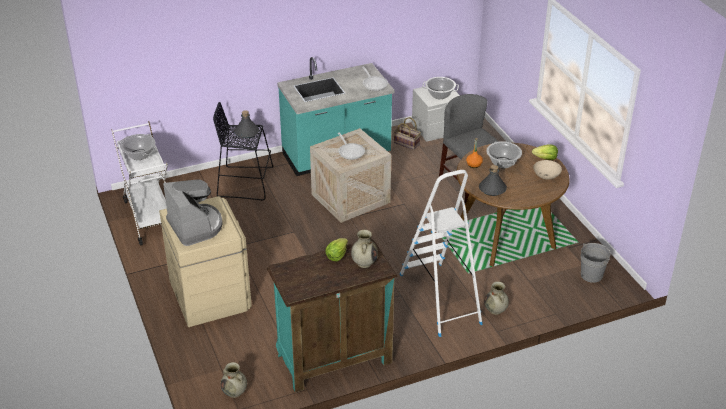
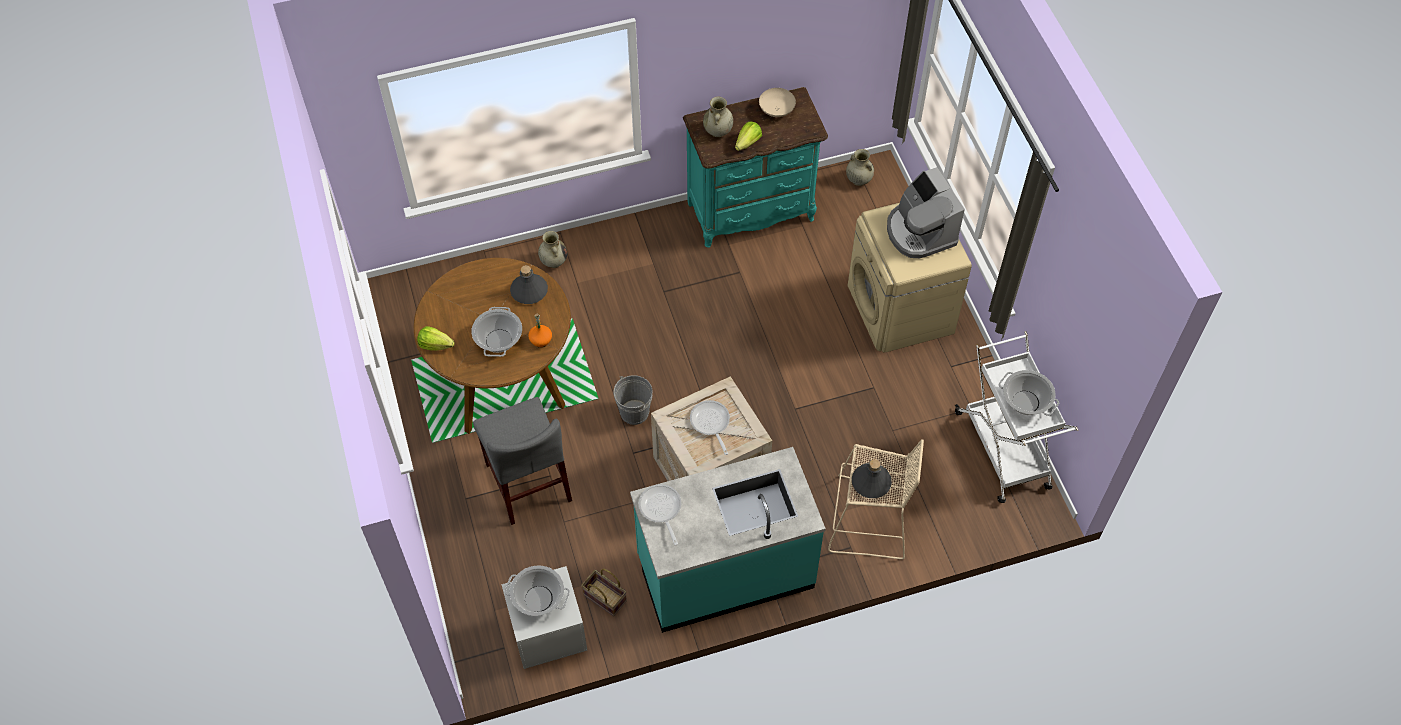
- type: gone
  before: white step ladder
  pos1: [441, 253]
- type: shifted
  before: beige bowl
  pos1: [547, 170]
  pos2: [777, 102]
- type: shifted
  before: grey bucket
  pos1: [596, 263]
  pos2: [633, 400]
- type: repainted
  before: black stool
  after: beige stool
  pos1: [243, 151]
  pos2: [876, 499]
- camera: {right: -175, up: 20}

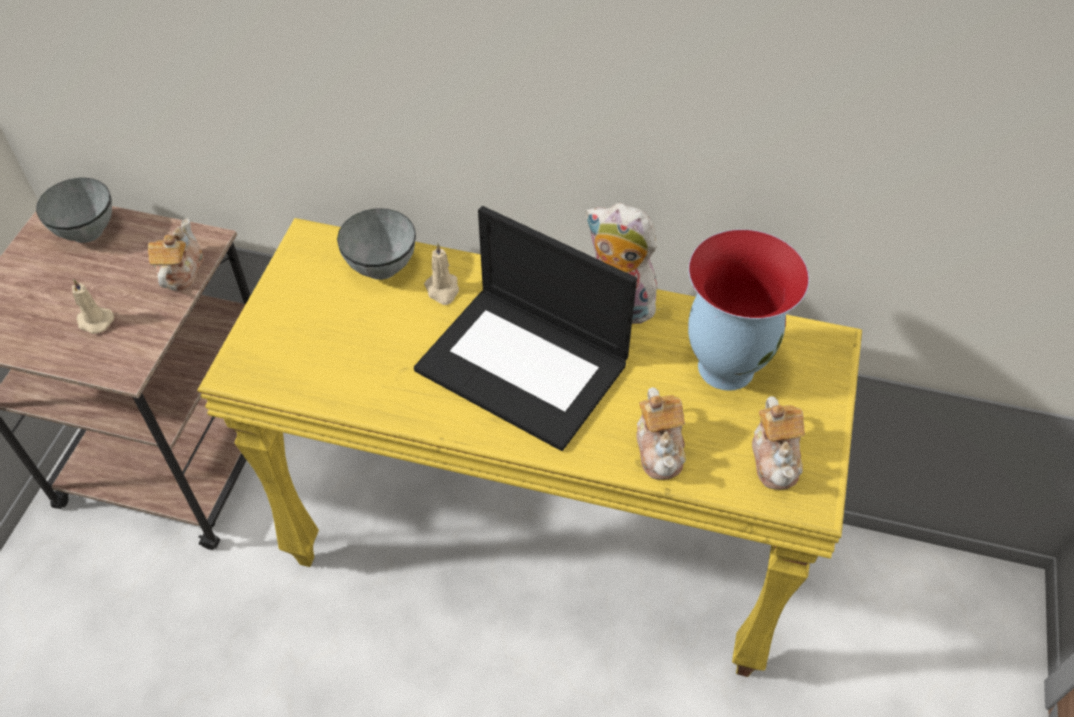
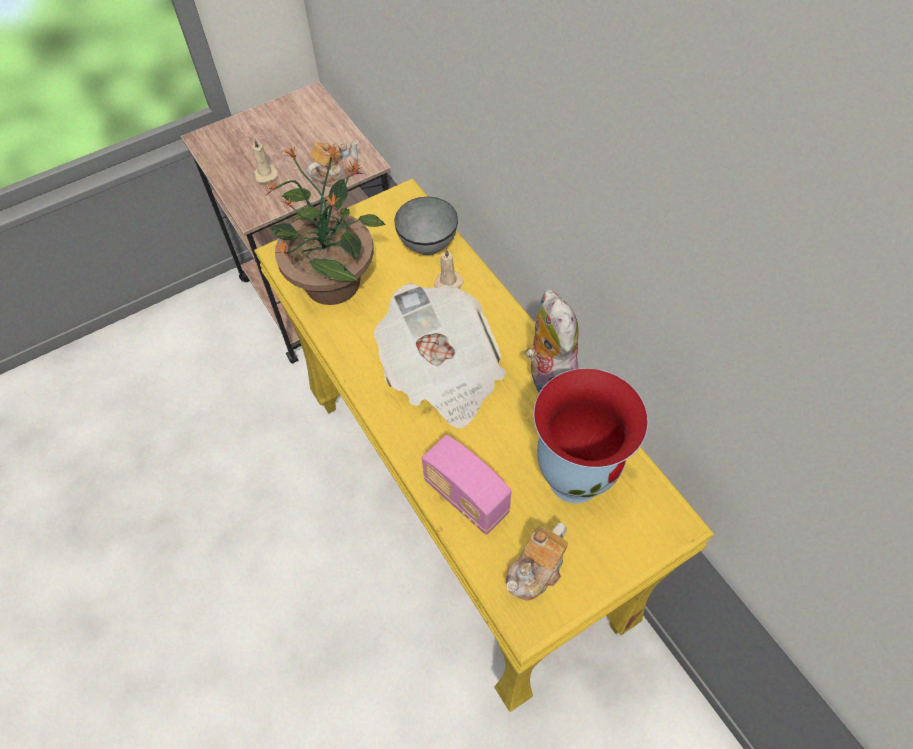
- type: gone
  before: grey bowl
  pos1: [74, 210]
- type: new
  after: potted plant
  pos2: [325, 225]
- type: swapped
  before: laptop
  after: newspaper
  pos1: [525, 328]
  pos2: [440, 355]
- type: swapped
  before: teapot
  after: radio
  pos1: [661, 433]
  pos2: [466, 485]
- camera: {right: 45, up: 5}

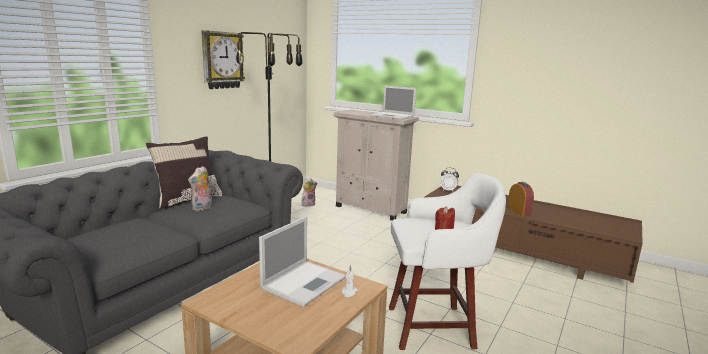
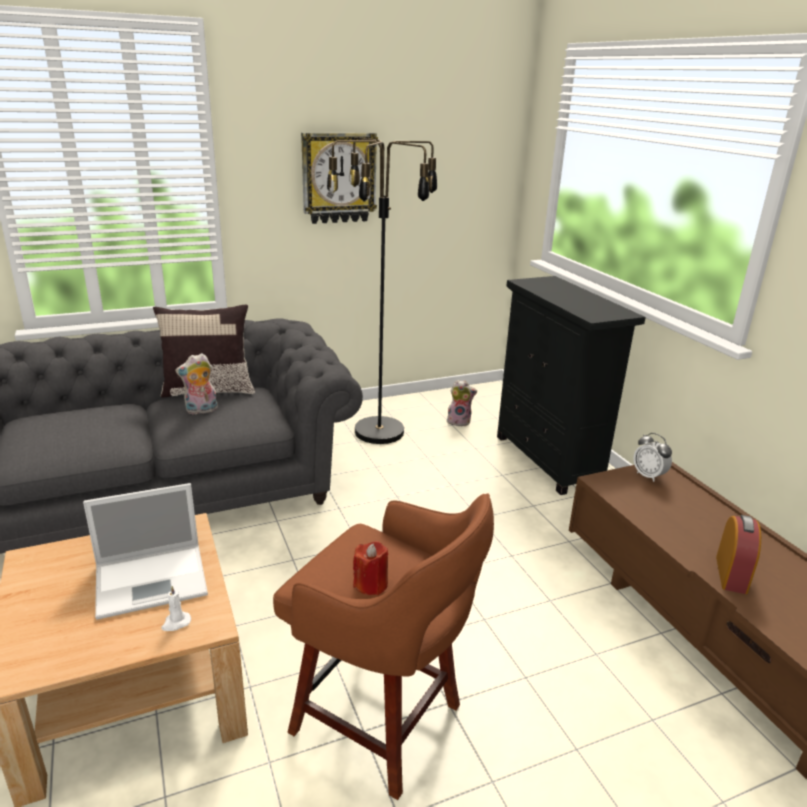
- type: gone
  before: laptop
  pos1: [393, 103]
- type: repainted
  before: beige cabinet
  after: black cabinet
  pos1: [376, 165]
  pos2: [571, 385]
- type: repainted
  before: white stool
  after: brown stool
  pos1: [447, 261]
  pos2: [383, 646]
- camera: {right: 35, up: 10}

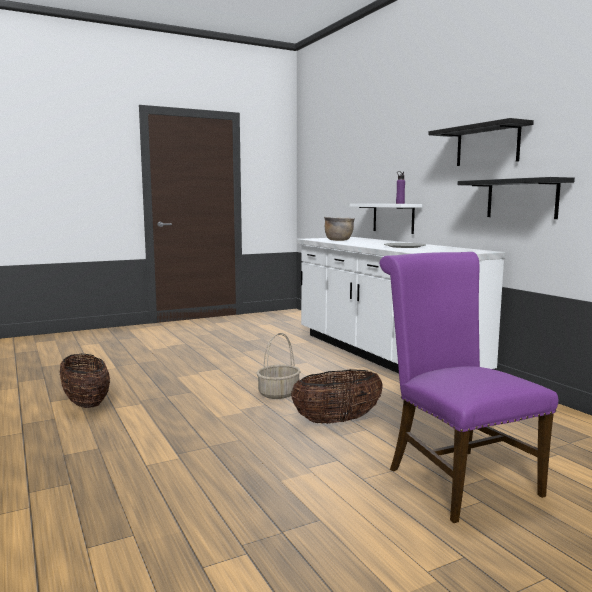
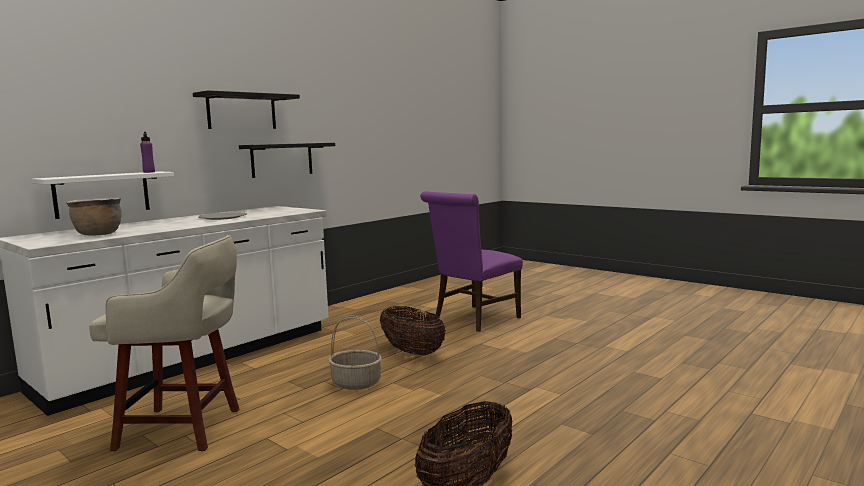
- type: new
  after: beige stool
  pos2: [164, 343]
- camera: {right: -110, up: 0}

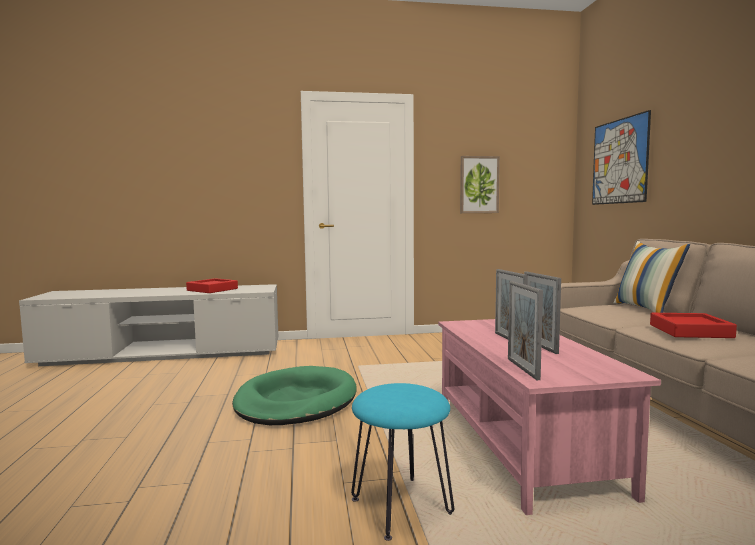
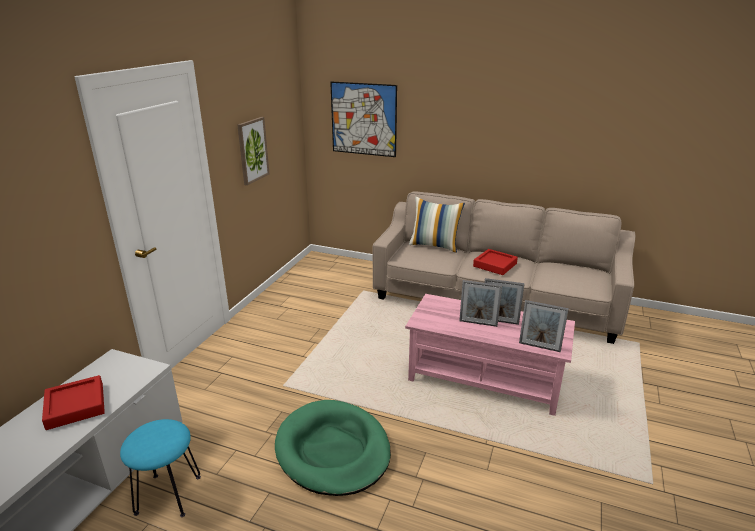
- type: shifted
  before: turquoise stool
  pos1: [402, 462]
  pos2: [160, 468]
- camera: {right: -60, up: 20}

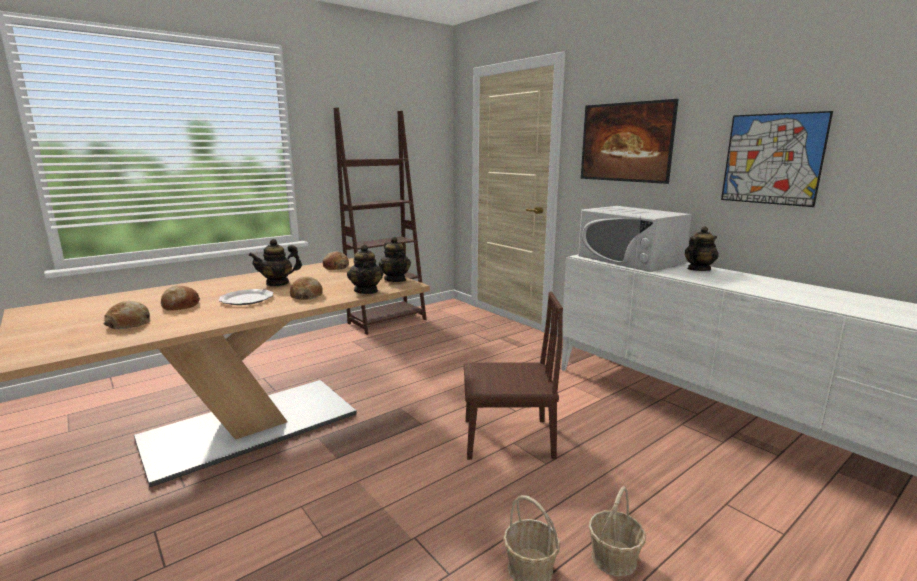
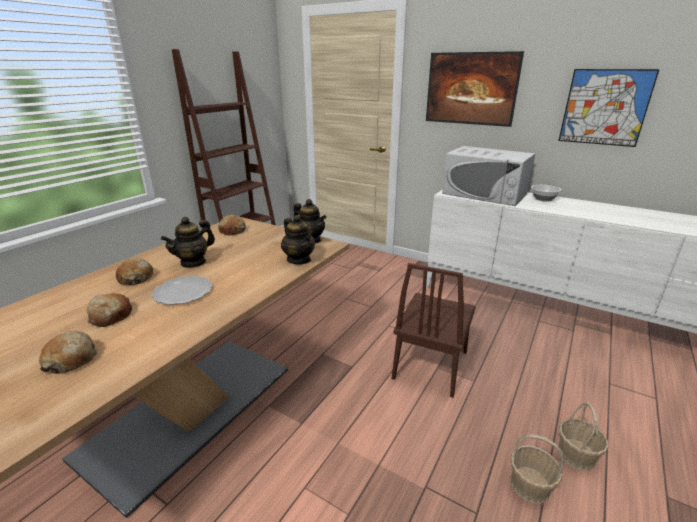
- type: shifted
  before: bread
  pos1: [306, 288]
  pos2: [134, 271]
- type: swapped
  before: teapot
  after: bowl
  pos1: [702, 248]
  pos2: [546, 193]
- type: rotated
  before: brown chair
  pos1: [513, 375]
  pos2: [434, 330]
  turn: 135
- camera: {right: -20, up: 10}

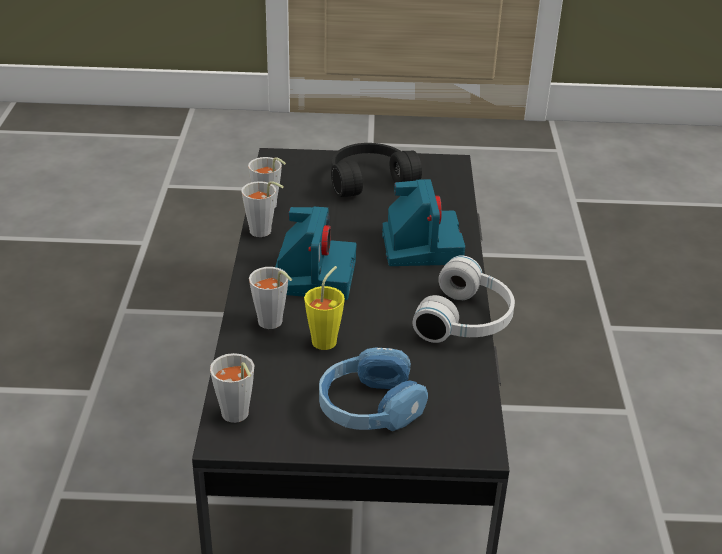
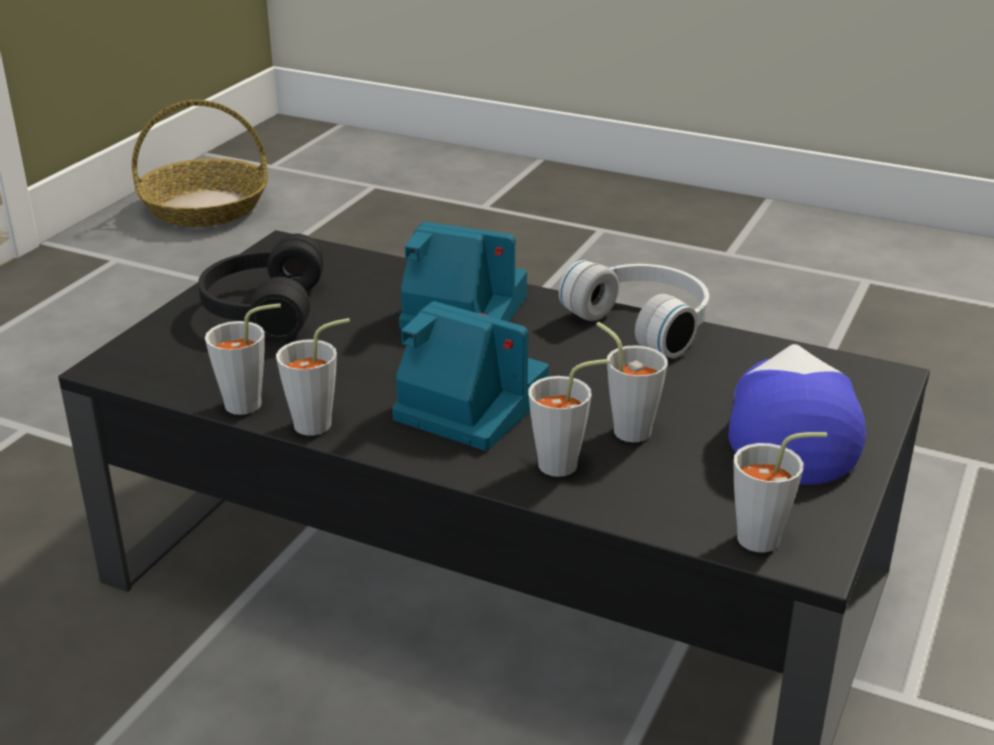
- type: new
  after: basket
  pos2: [200, 163]
- type: swapped
  before: blue headphones
  after: cap
  pos1: [373, 389]
  pos2: [797, 414]
- type: repainted
  before: yellow cup
  after: grey cup
  pos1: [324, 308]
  pos2: [632, 382]
- camera: {right: -65, up: -5}

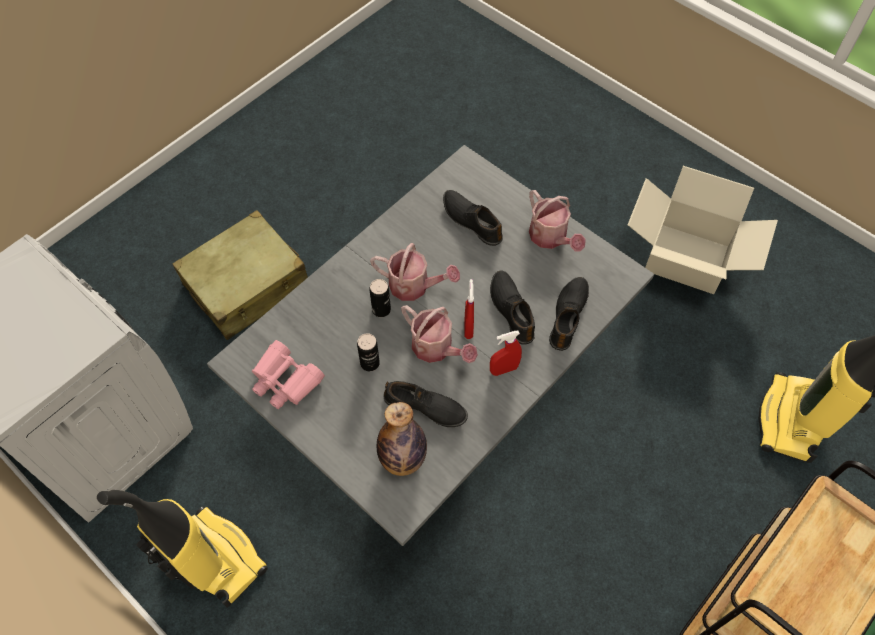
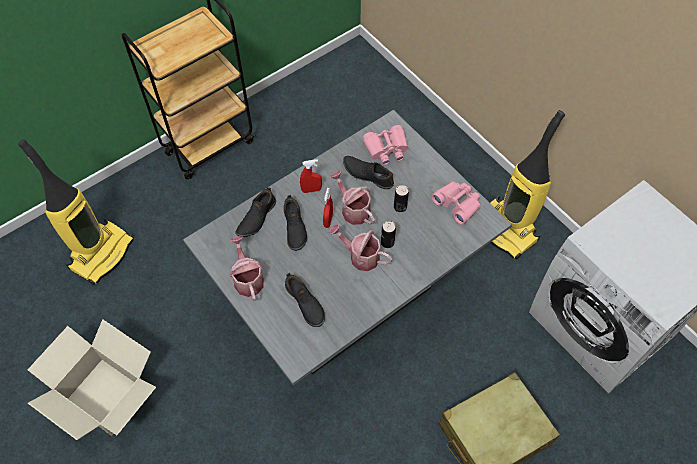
- type: swapped
  before: bottle
  after: pink binoculars
  pos1: [402, 439]
  pos2: [386, 145]
- camera: {right: -170, up: 0}

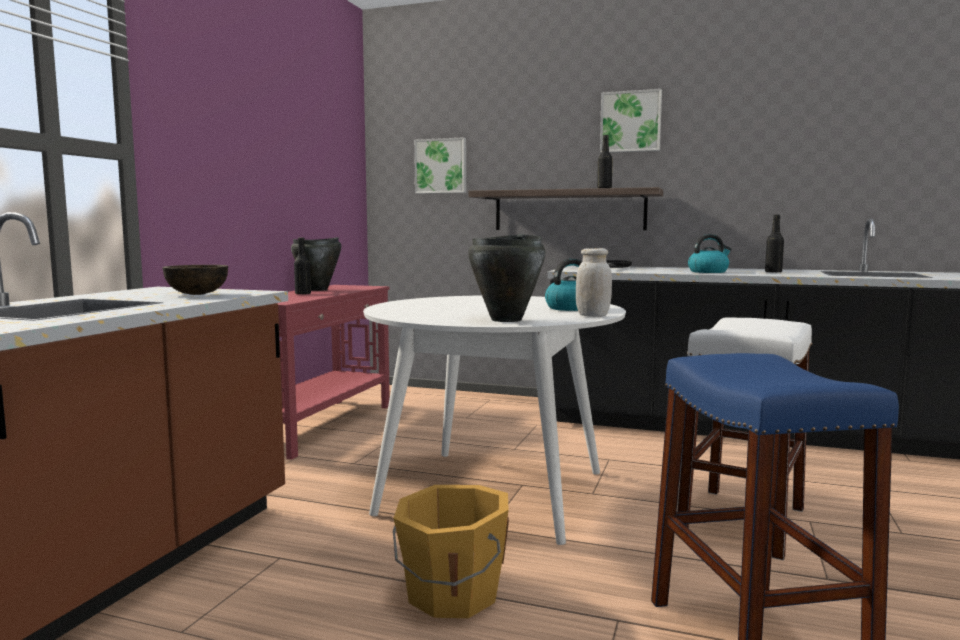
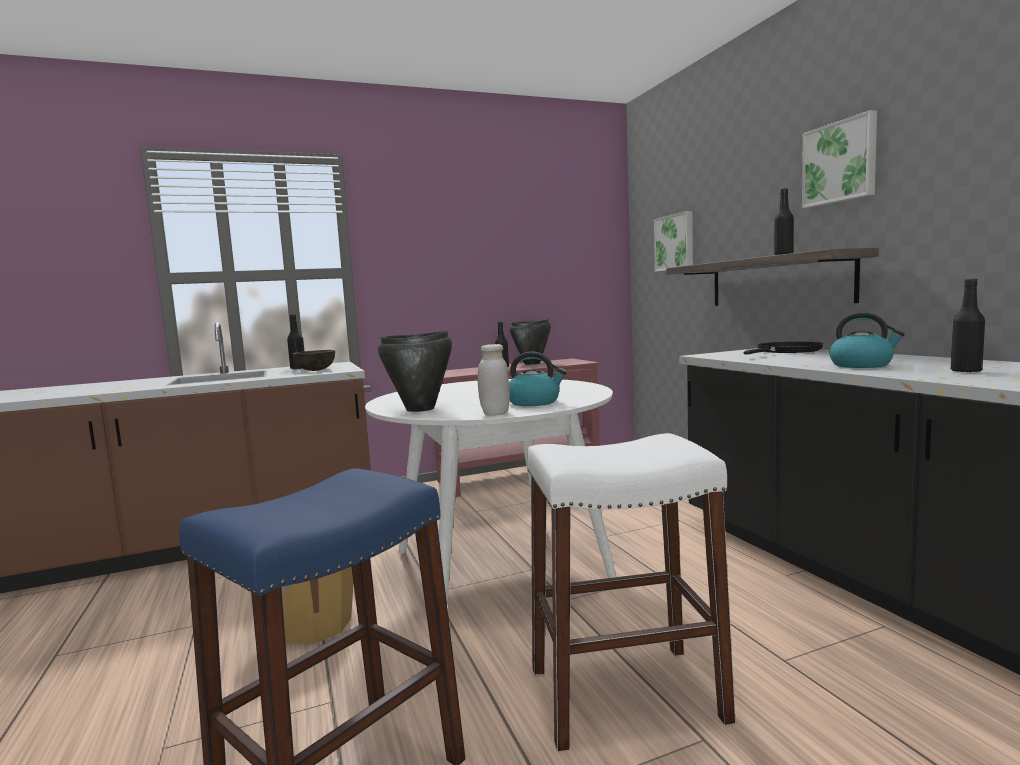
- type: new
  after: black bottle
  pos2: [295, 341]
- camera: {right: 50, up: 0}

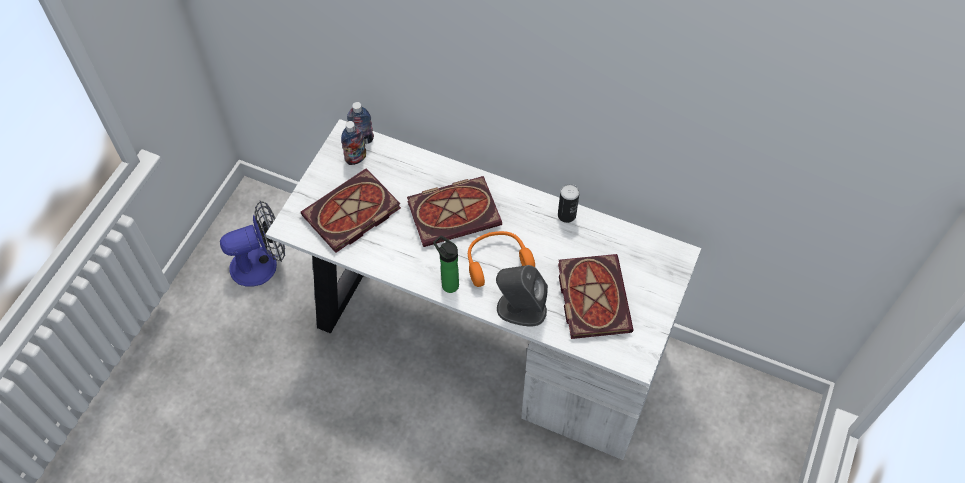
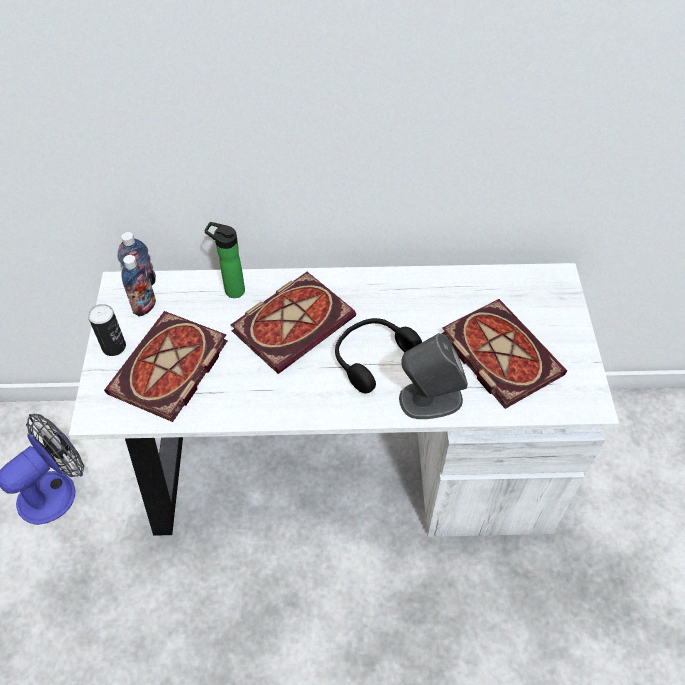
- type: shifted
  before: bottle
  pos1: [446, 264]
  pos2: [225, 260]
- type: shifted
  before: can
  pos1: [569, 203]
  pos2: [107, 330]
- type: repainted
  before: orange headphones
  after: black headphones
  pos1: [501, 259]
  pos2: [378, 355]
- camera: {right: -25, up: -5}

